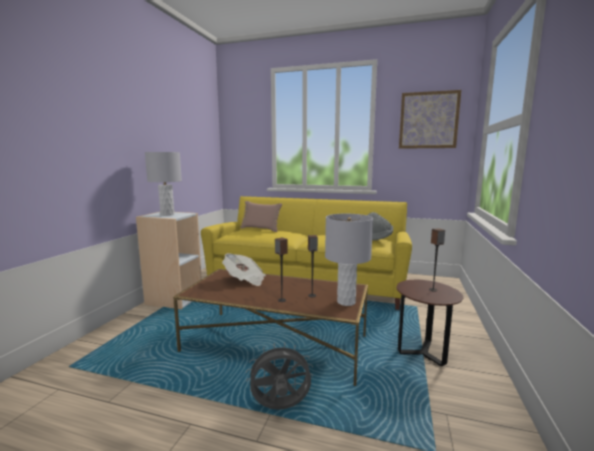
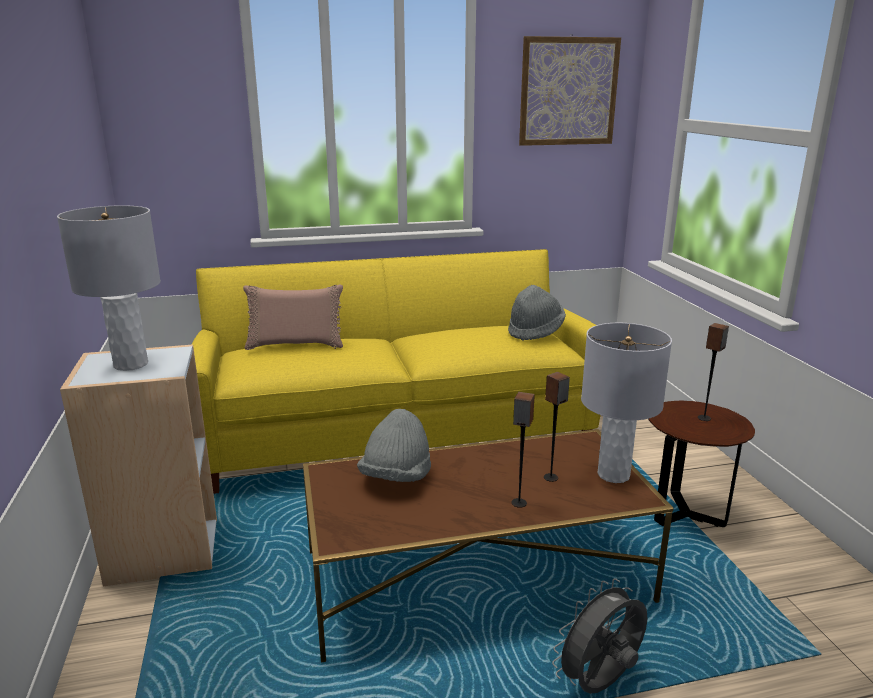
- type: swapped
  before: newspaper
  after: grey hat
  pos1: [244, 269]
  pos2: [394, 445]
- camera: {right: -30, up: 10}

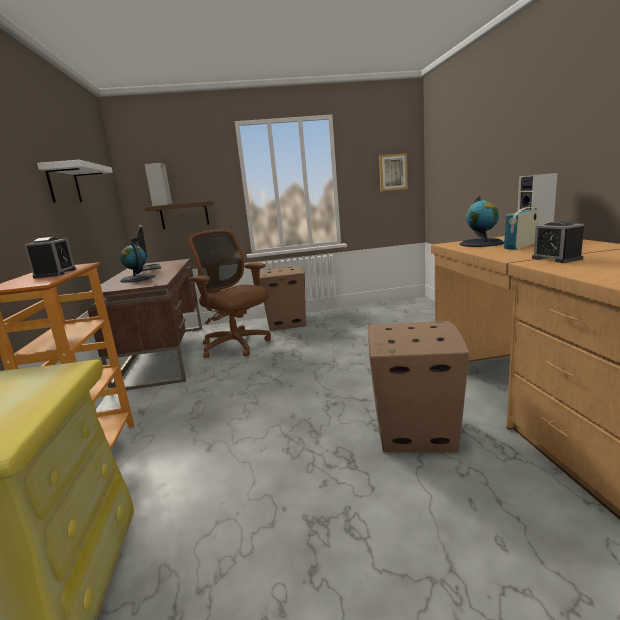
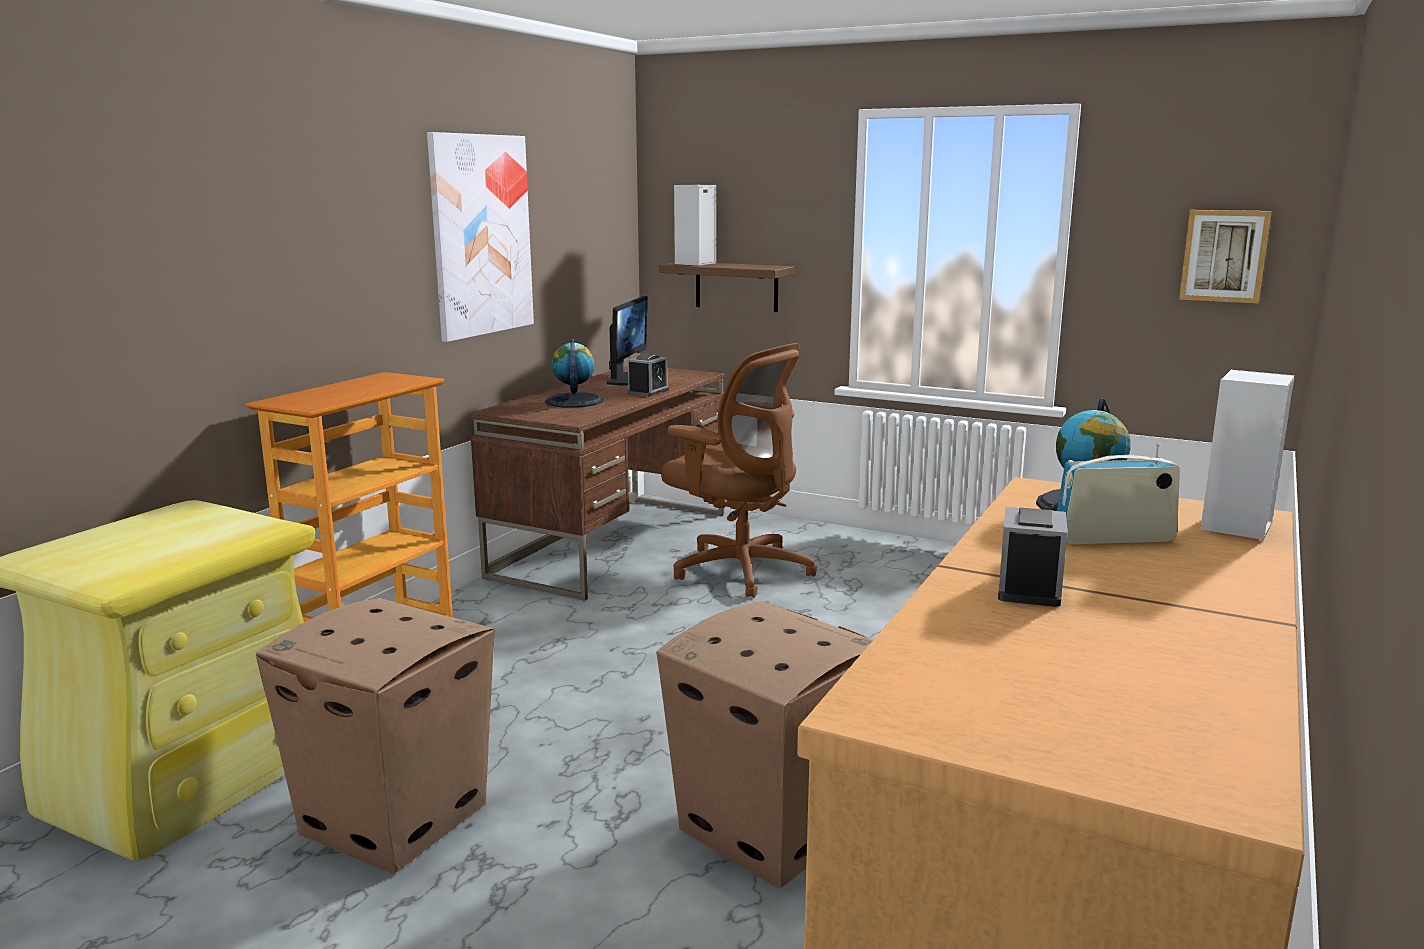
- type: shifted
  before: alarm clock
  pos1: [50, 258]
  pos2: [648, 375]
- type: shifted
  before: cardboard box
  pos1: [283, 298]
  pos2: [375, 736]
- type: swapped
  before: white shelf
  after: picture
  pos1: [75, 181]
  pos2: [480, 237]
- type: rotated
  before: brown office chair
  pos1: [229, 294]
  pos2: [739, 470]
  turn: 135
- camera: {right: 35, up: 0}

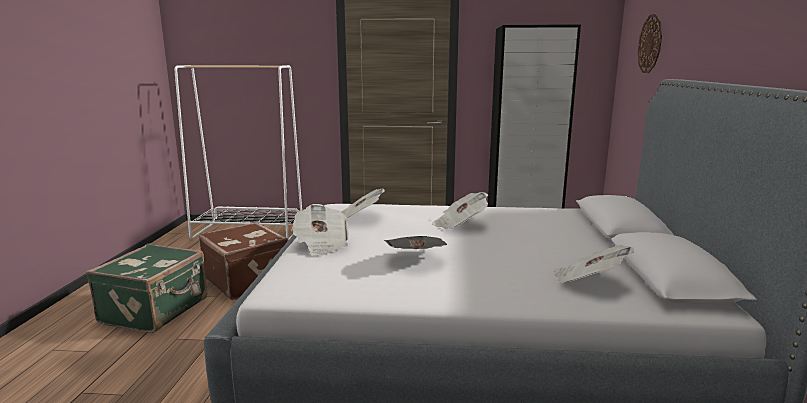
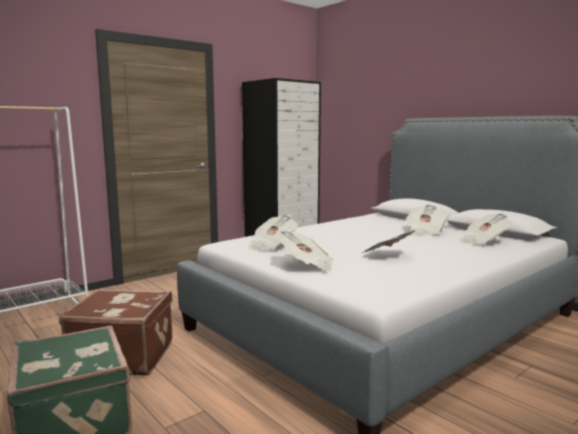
- type: gone
  before: wall clock
  pos1: [650, 43]
- type: shifted
  before: newspaper
  pos1: [460, 210]
  pos2: [427, 220]
- camera: {right: -45, up: -5}

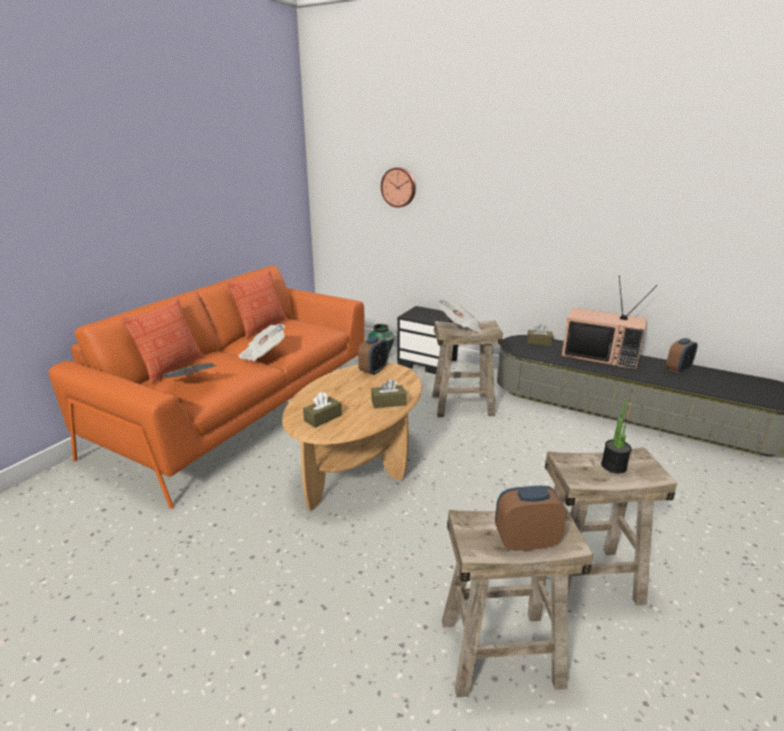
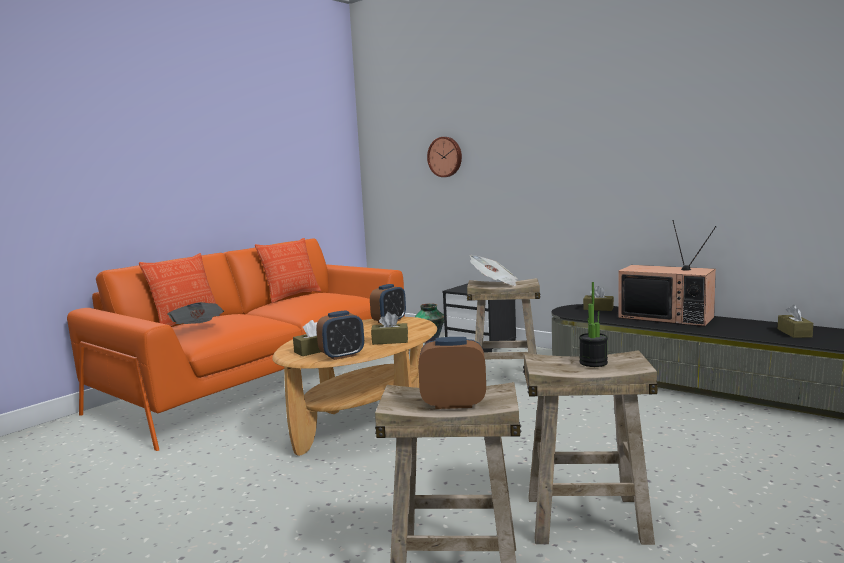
- type: gone
  before: newspaper
  pos1: [261, 342]
- type: new
  after: brown tissue box
  pos2: [795, 321]
- type: shifted
  before: alarm clock
  pos1: [682, 355]
  pos2: [340, 335]
- camera: {right: 10, up: -15}

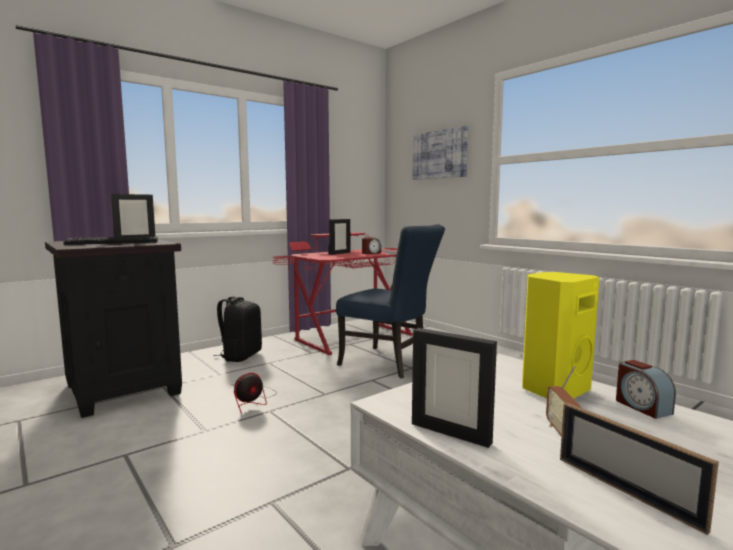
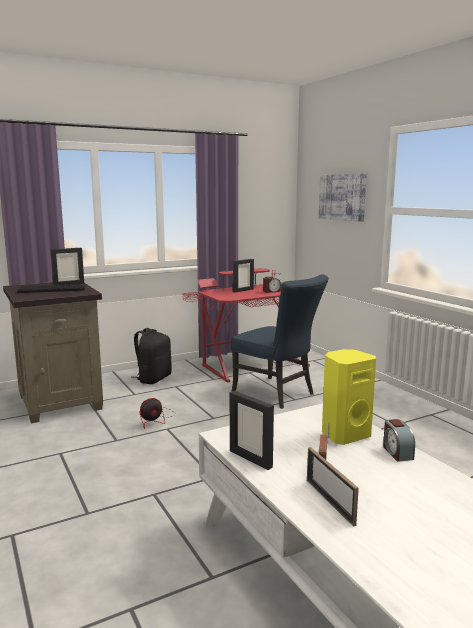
- type: repainted
  before: black cabinet
  after: beige cabinet
  pos1: [113, 329]
  pos2: [53, 352]
- camera: {right: 10, up: 5}

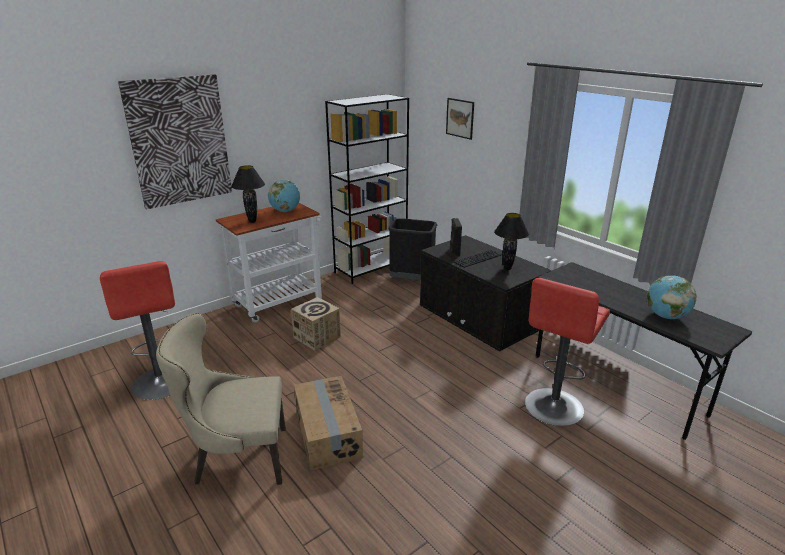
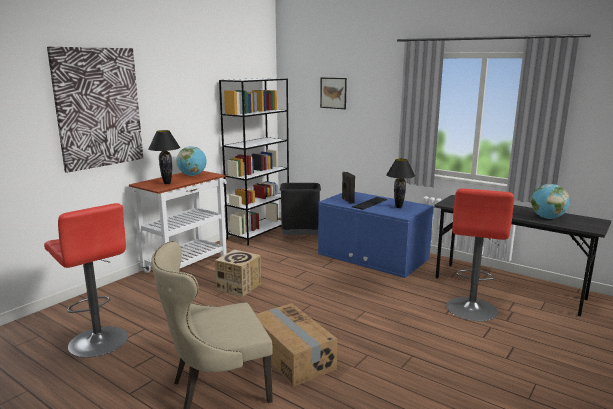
- type: repainted
  before: black cabinet
  after: blue cabinet
  pos1: [486, 293]
  pos2: [375, 235]
- camera: {right: -15, up: -10}

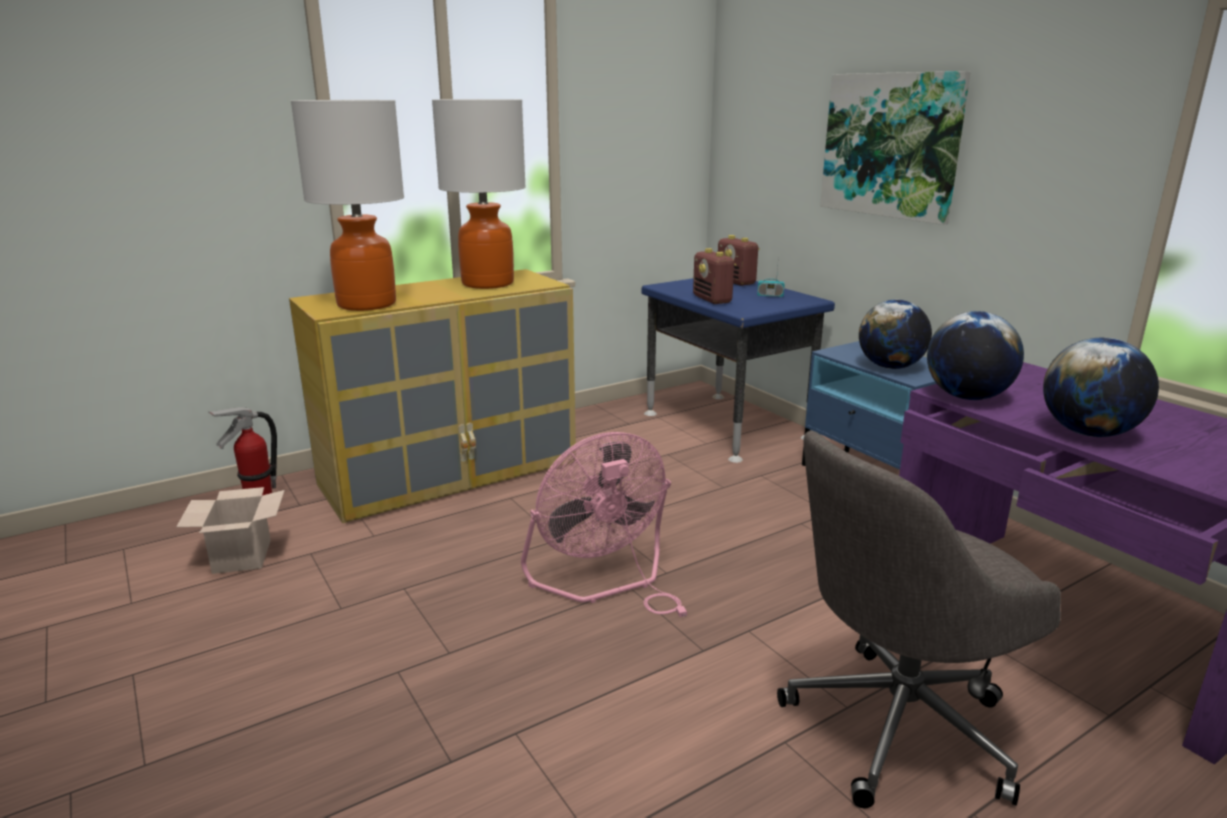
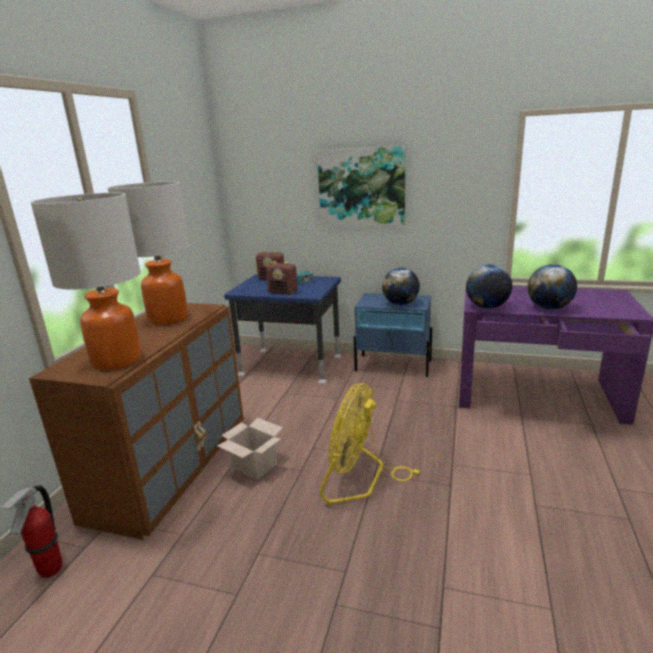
- type: gone
  before: grey office chair
  pos1: [919, 619]
- type: shifted
  before: cardboard box
  pos1: [230, 530]
  pos2: [250, 449]
- type: repainted
  before: yellow cabinet
  after: brown cabinet
  pos1: [432, 396]
  pos2: [136, 421]
- type: repainted
  before: pink fan
  after: yellow fan
  pos1: [604, 524]
  pos2: [371, 444]
- camera: {right: -40, up: 0}

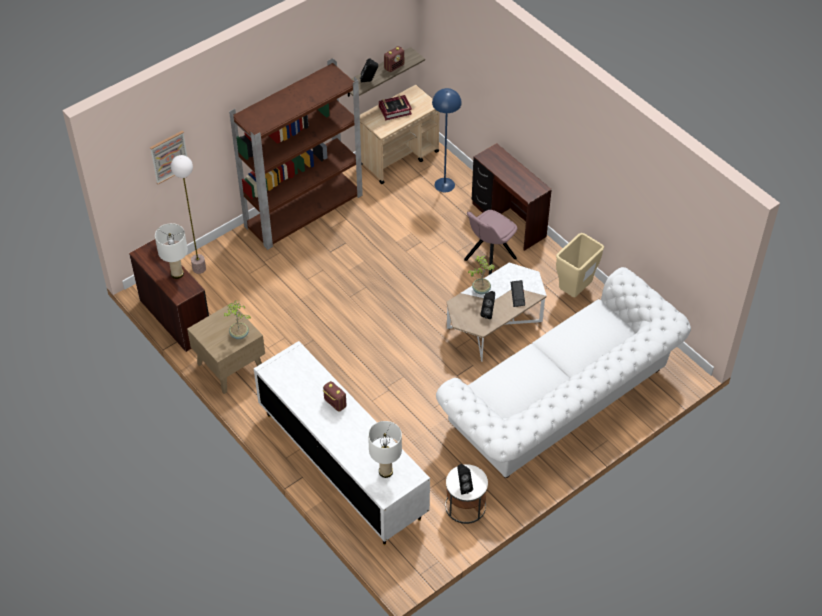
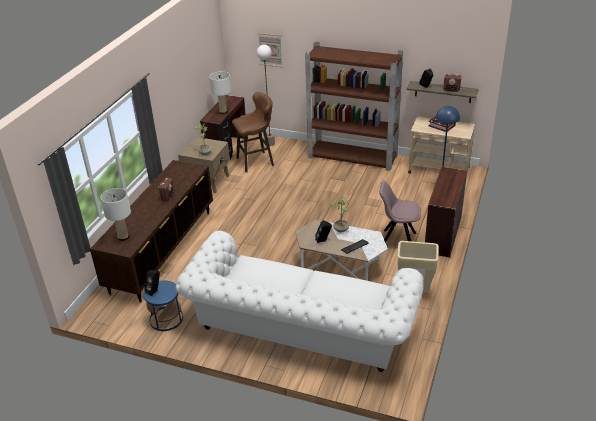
- type: new
  after: brown stool
  pos2: [253, 132]
- type: repainted
  before: white cabinet
  after: brown cabinet
  pos1: [342, 443]
  pos2: [151, 231]
- type: repainted
  before: white side table
  after: blue side table
  pos1: [466, 494]
  pos2: [163, 306]
- camera: {right: 60, up: -15}

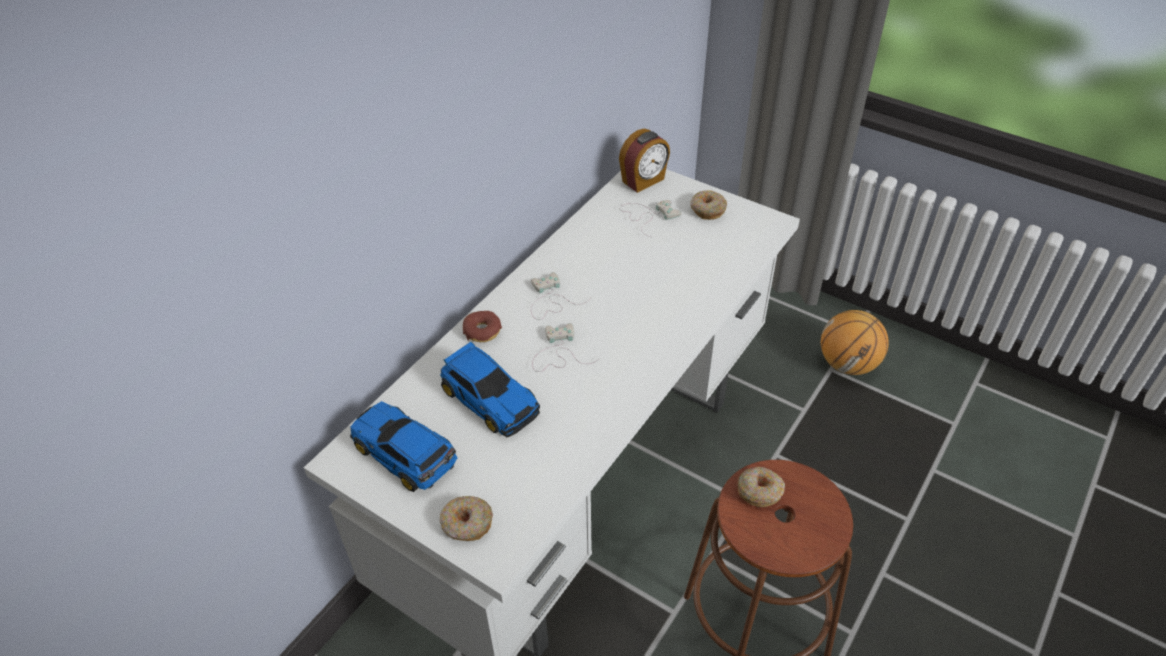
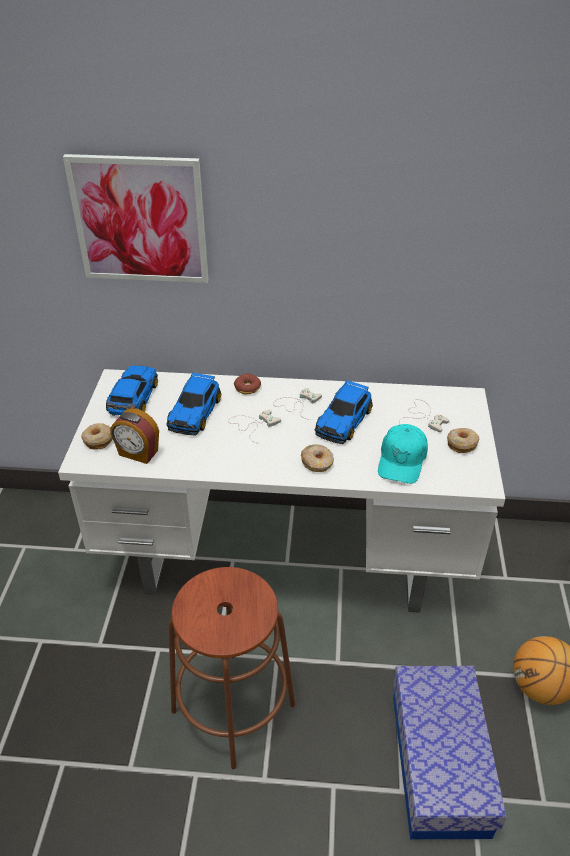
- type: new
  after: picture
  pos2: [136, 218]
- type: new
  after: toy car
  pos2: [344, 412]
- type: new
  after: turquoise cap
  pos2: [403, 454]
- type: new
  after: storage box
  pos2: [450, 752]
- type: shifted
  before: alarm clock
  pos1: [644, 161]
  pos2: [134, 436]
- type: shifted
  before: donut
  pos1: [761, 487]
  pos2: [317, 458]
- camera: {right: 60, up: -5}

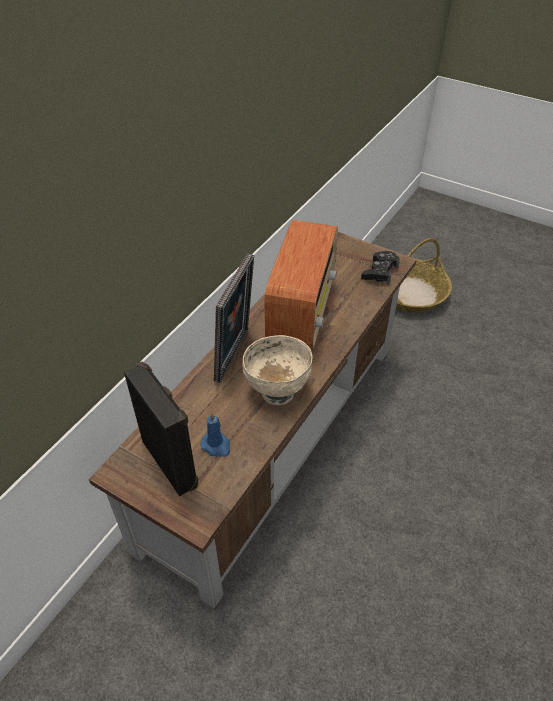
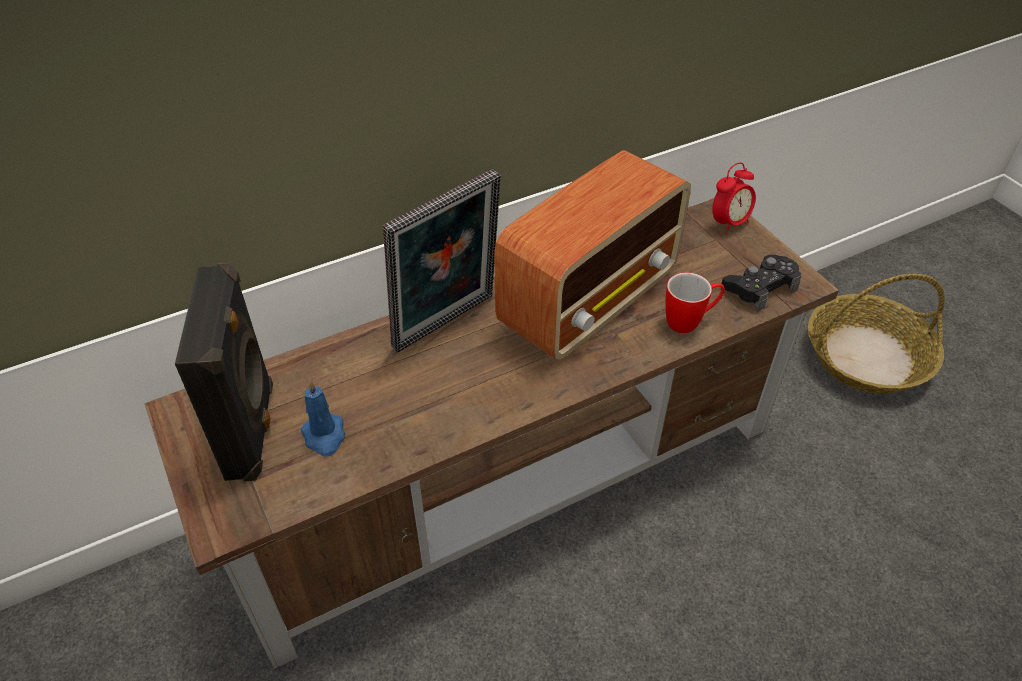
- type: gone
  before: beige bowl
  pos1: [277, 370]
- type: new
  after: mug
  pos2: [695, 302]
- type: new
  after: alarm clock
  pos2: [734, 198]
- camera: {right: 30, up: 0}

